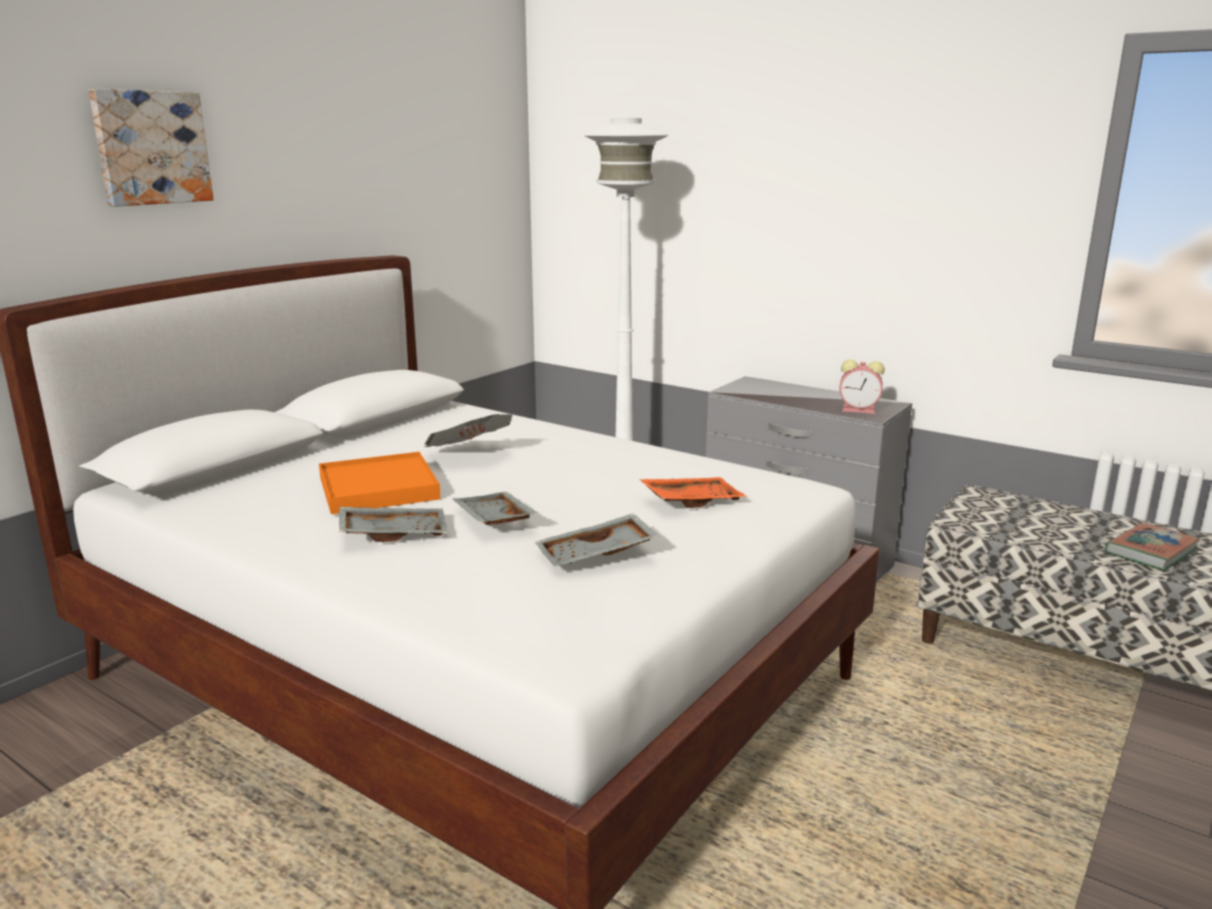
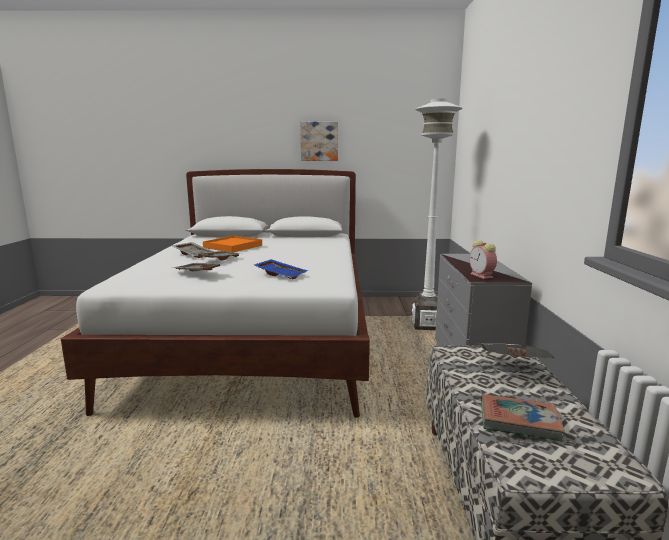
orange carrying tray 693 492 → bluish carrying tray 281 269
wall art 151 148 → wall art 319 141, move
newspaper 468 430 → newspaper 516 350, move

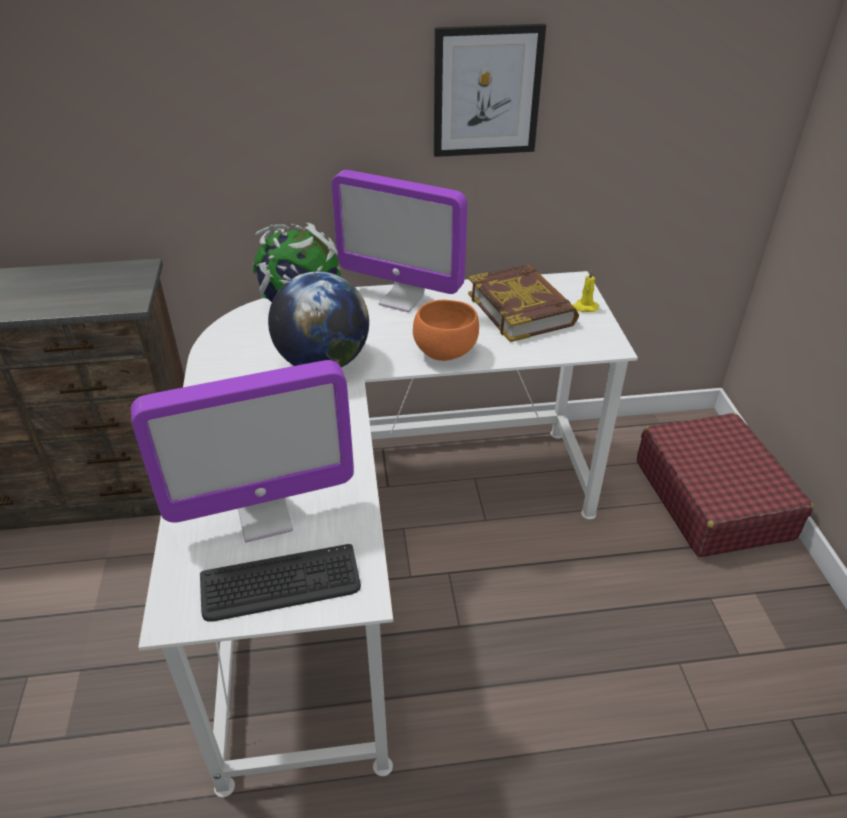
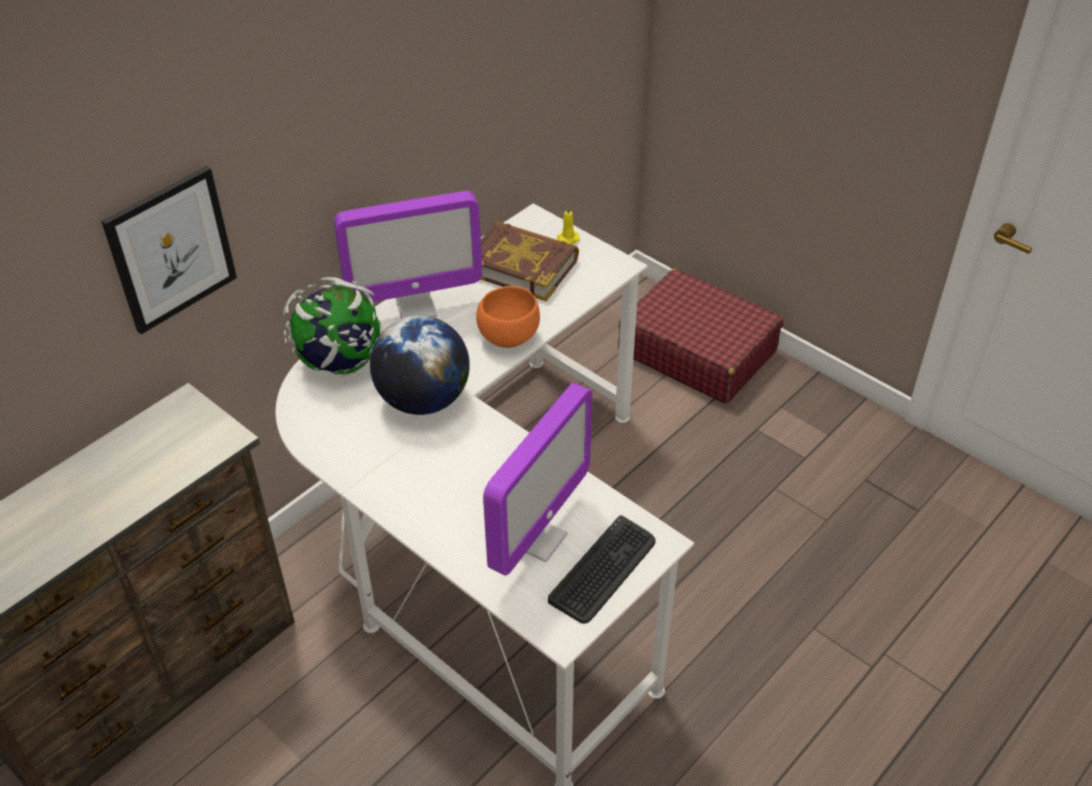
wall art 490 90 → wall art 169 250, move

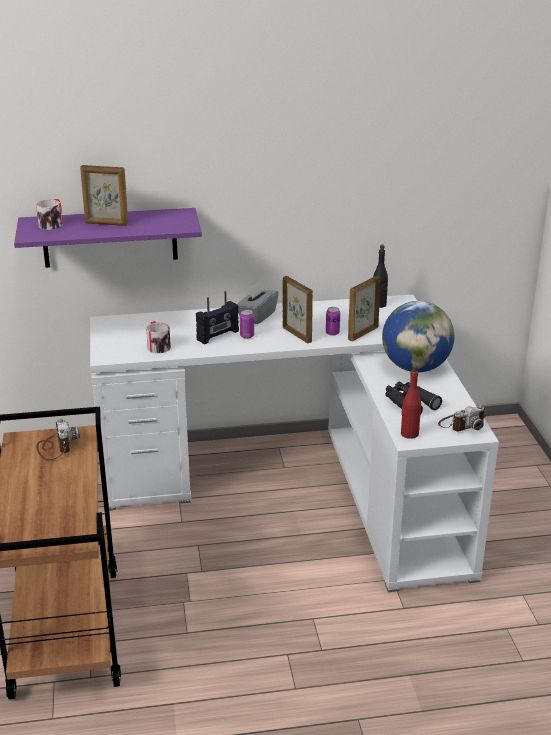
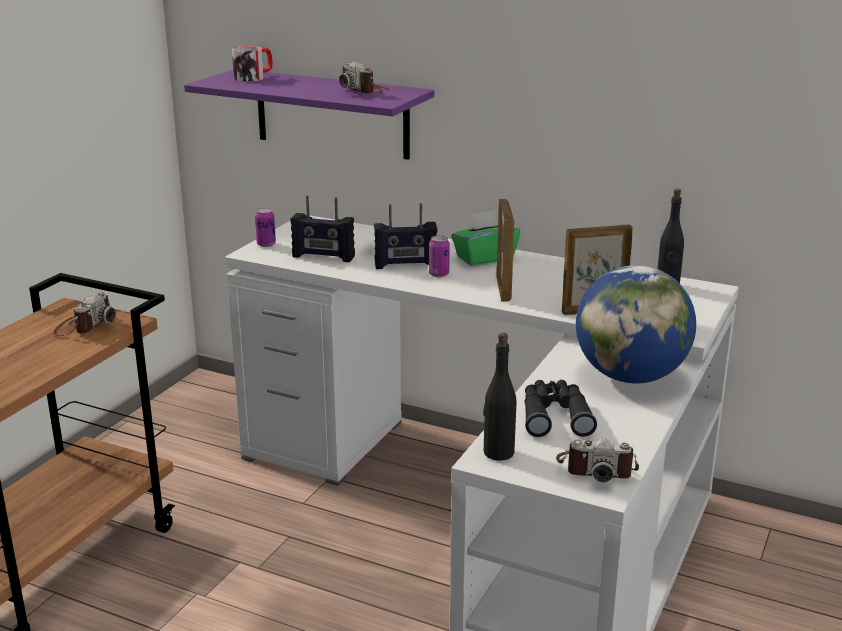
metal can 333 321 → metal can 265 227, move
tea mug 158 337 → radio set 322 228
- → photo camera 364 77
greyish box of tissues 258 303 → greenish box of tissues 485 238
red-coloured drink bottle 411 402 → black drink bottle 500 397
picture frame 104 195 → -

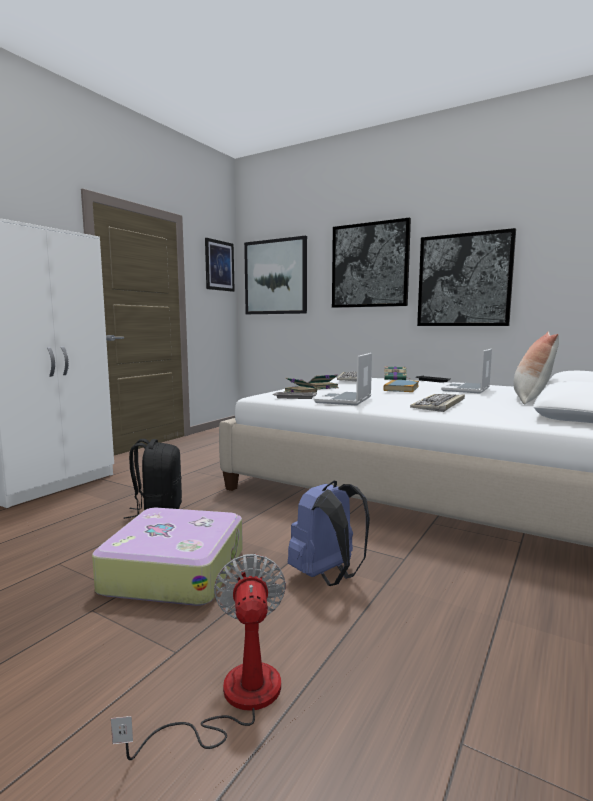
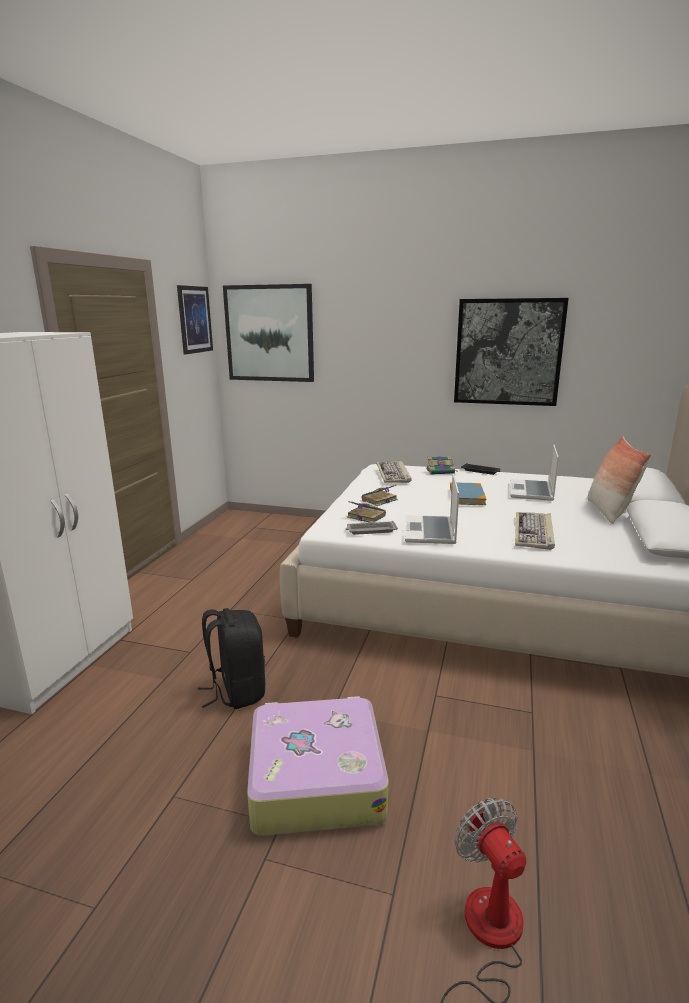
bluish knapsack 329 533 → -
wall art 371 263 → -

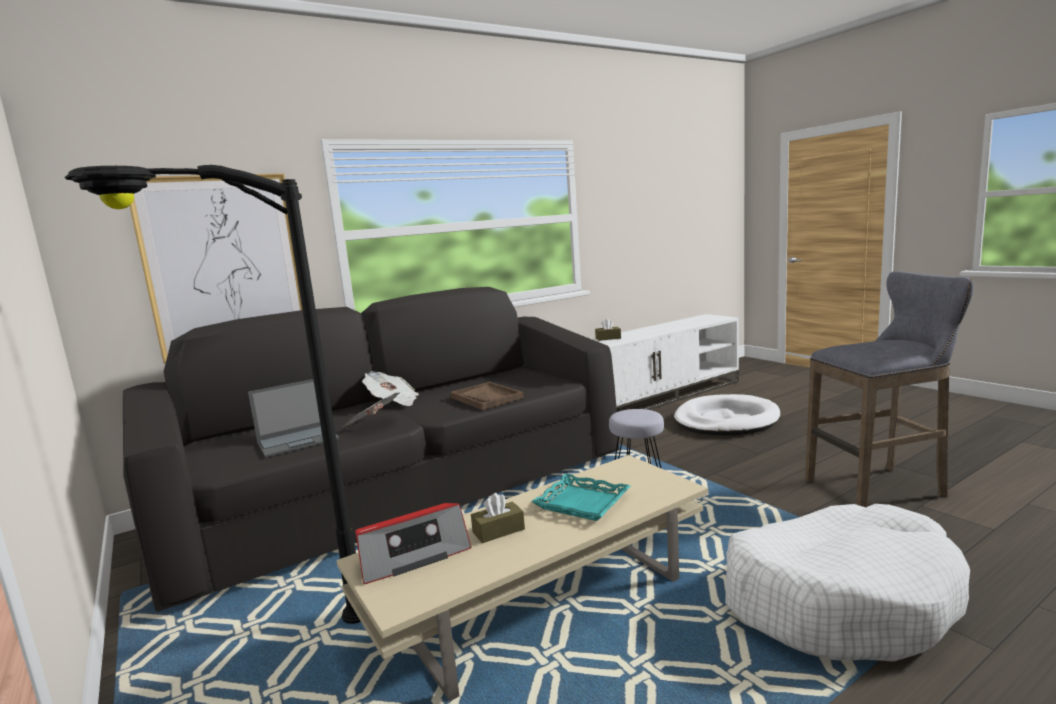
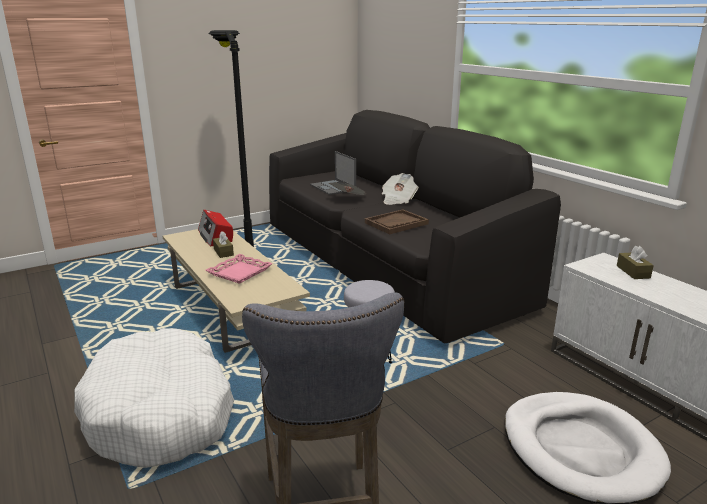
turquoise carrying tray 581 497 → pink-coloured carrying tray 239 269
wall art 216 268 → -

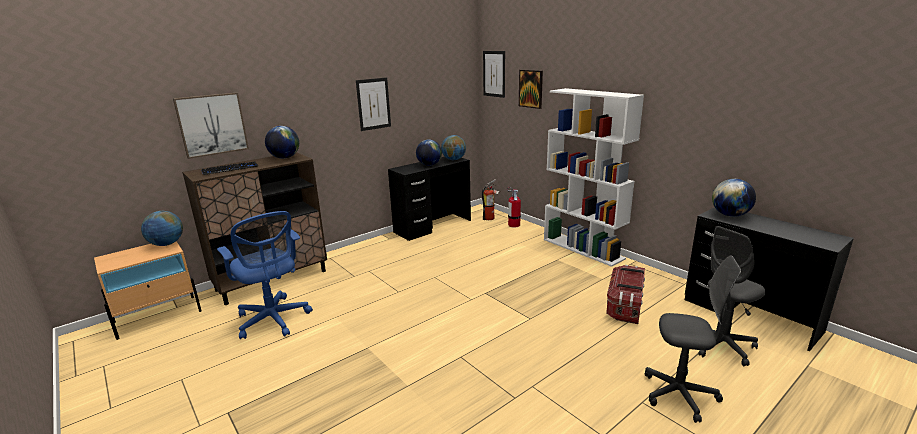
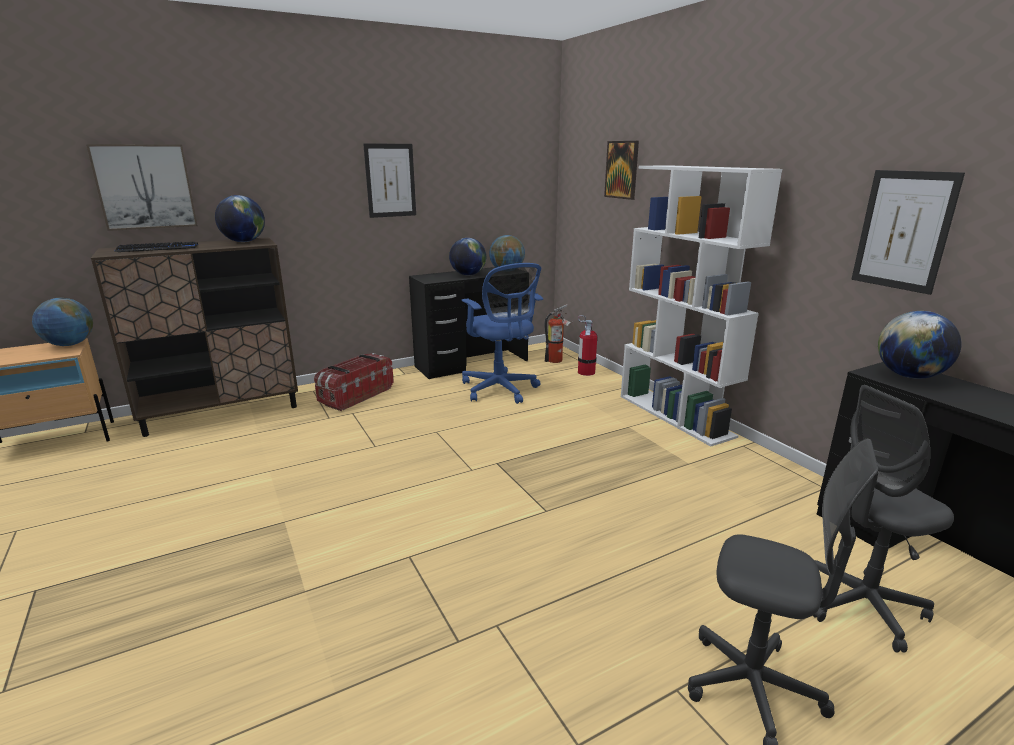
storage box 625 294 → storage box 354 382, move
bluish computer chair 265 275 → bluish computer chair 502 333, move
wall art 494 74 → wall art 908 232, move

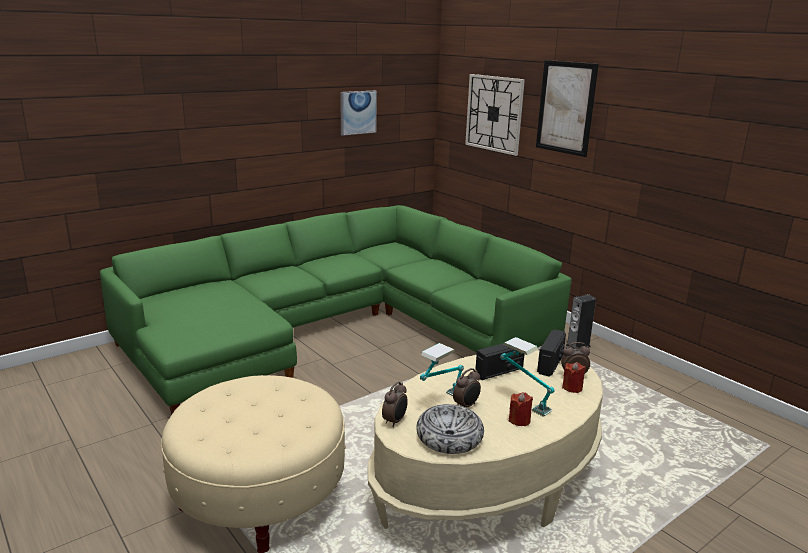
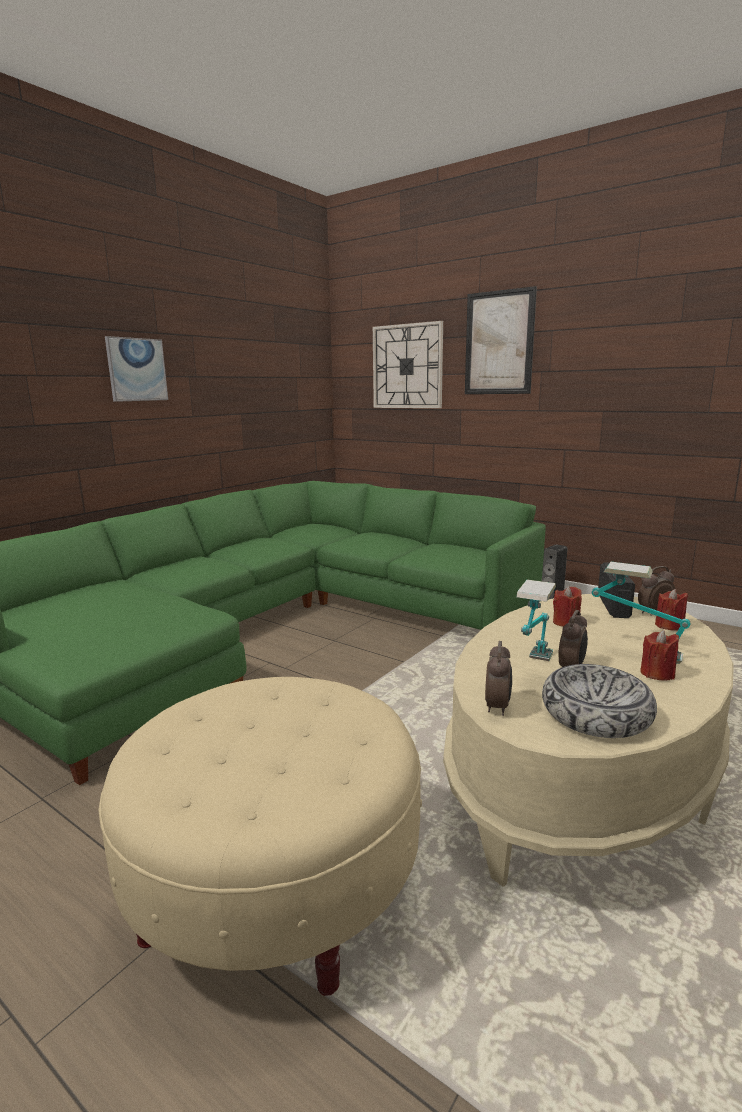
wall art 358 113 → wall art 136 369, move
radio set 499 361 → red-coloured wax light 567 606

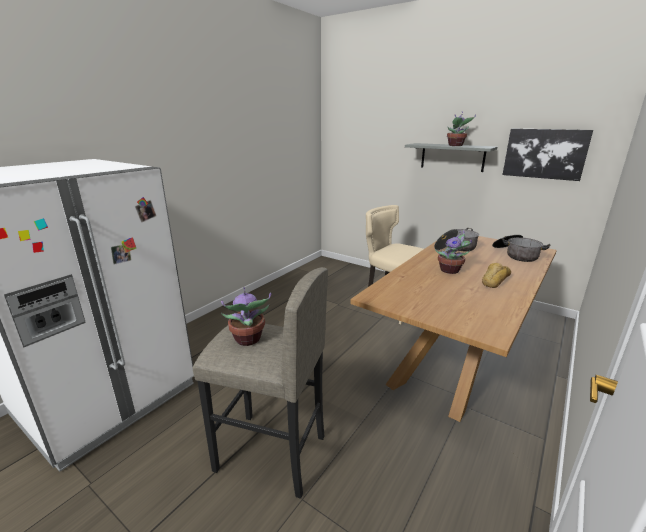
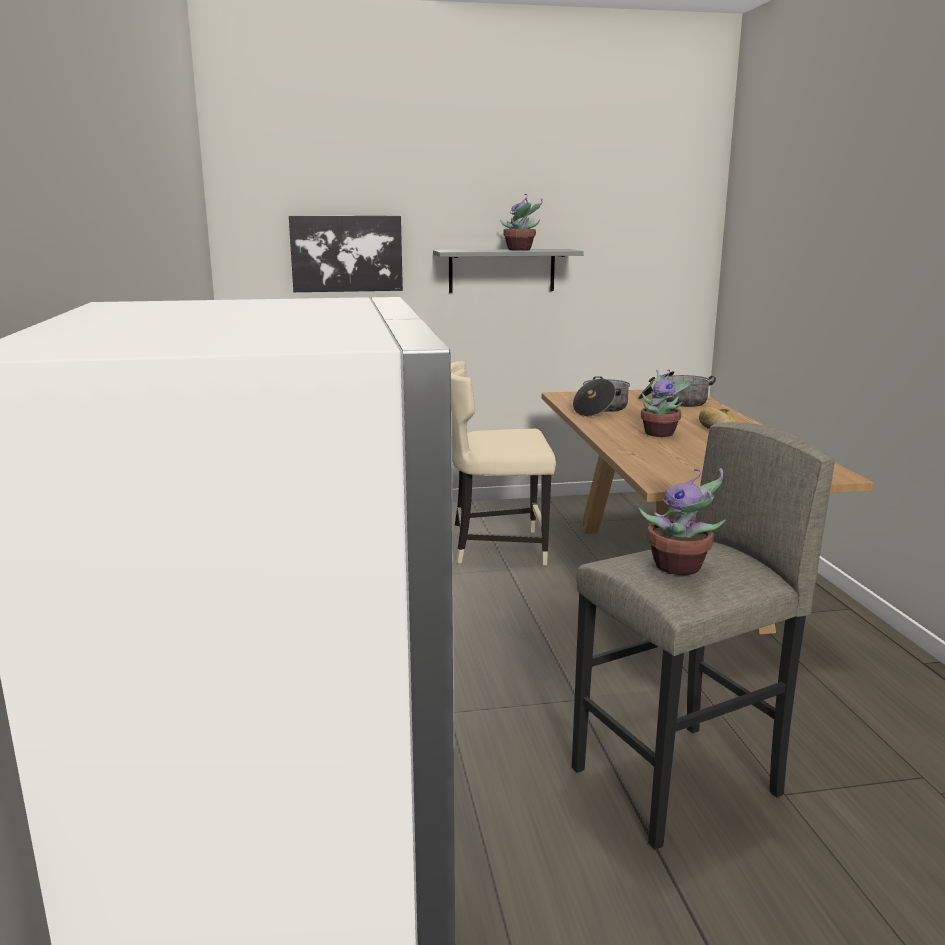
wall art 547 154 → wall art 346 254, move

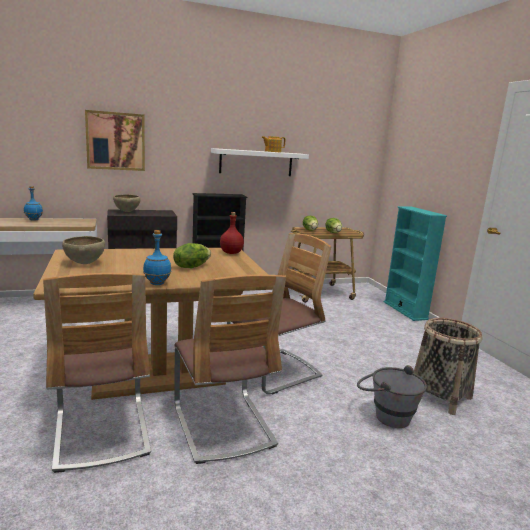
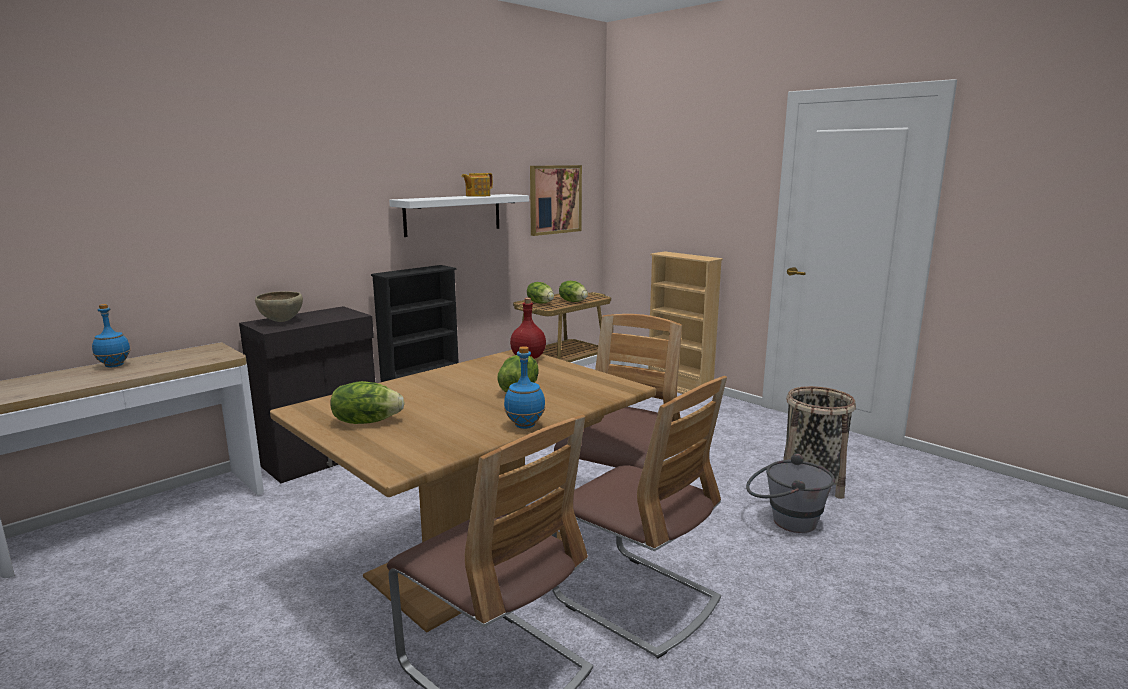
brown bowl 83 250 → lettuce 367 402
wall art 115 140 → wall art 556 200, move
turquoise bookcase 415 263 → beige bookcase 685 322

